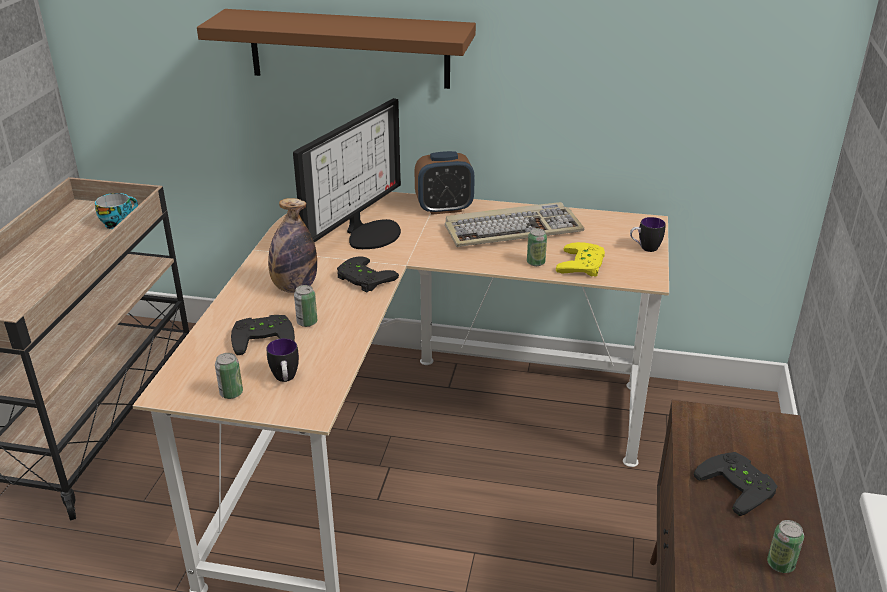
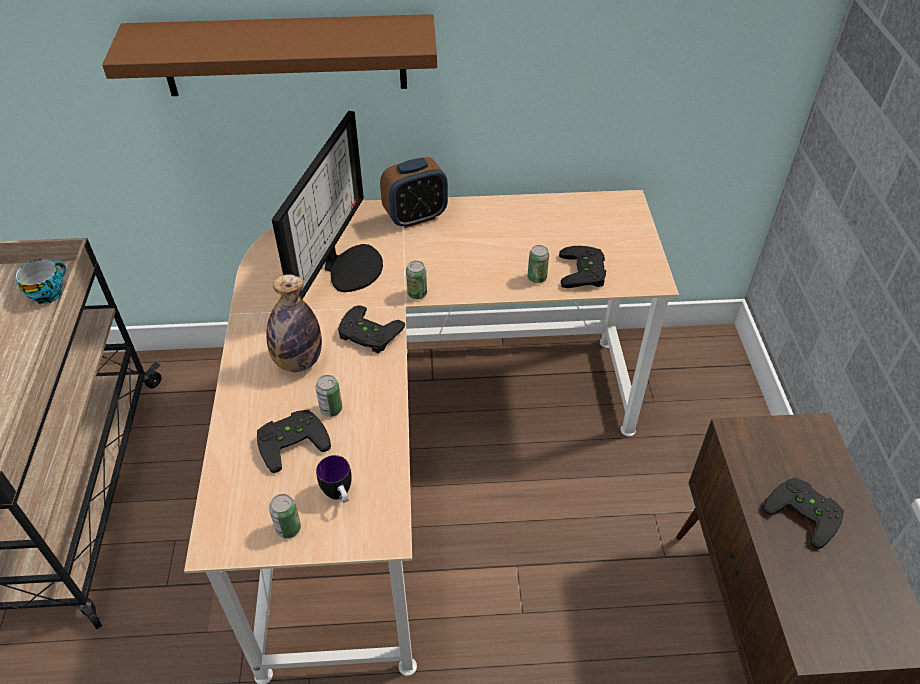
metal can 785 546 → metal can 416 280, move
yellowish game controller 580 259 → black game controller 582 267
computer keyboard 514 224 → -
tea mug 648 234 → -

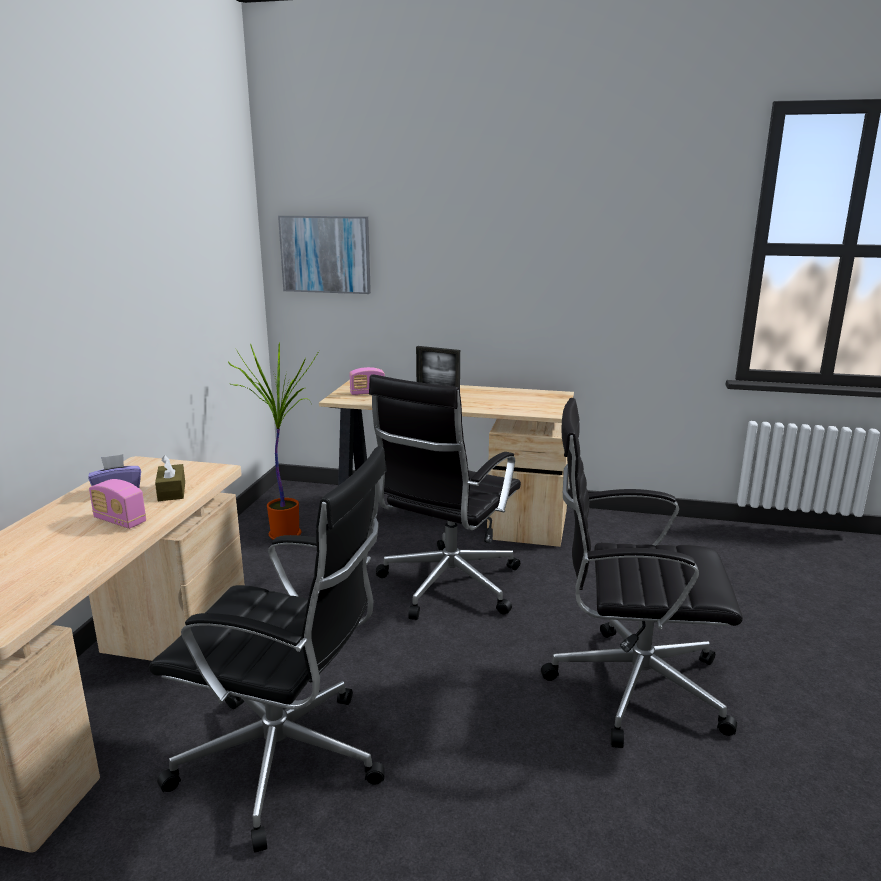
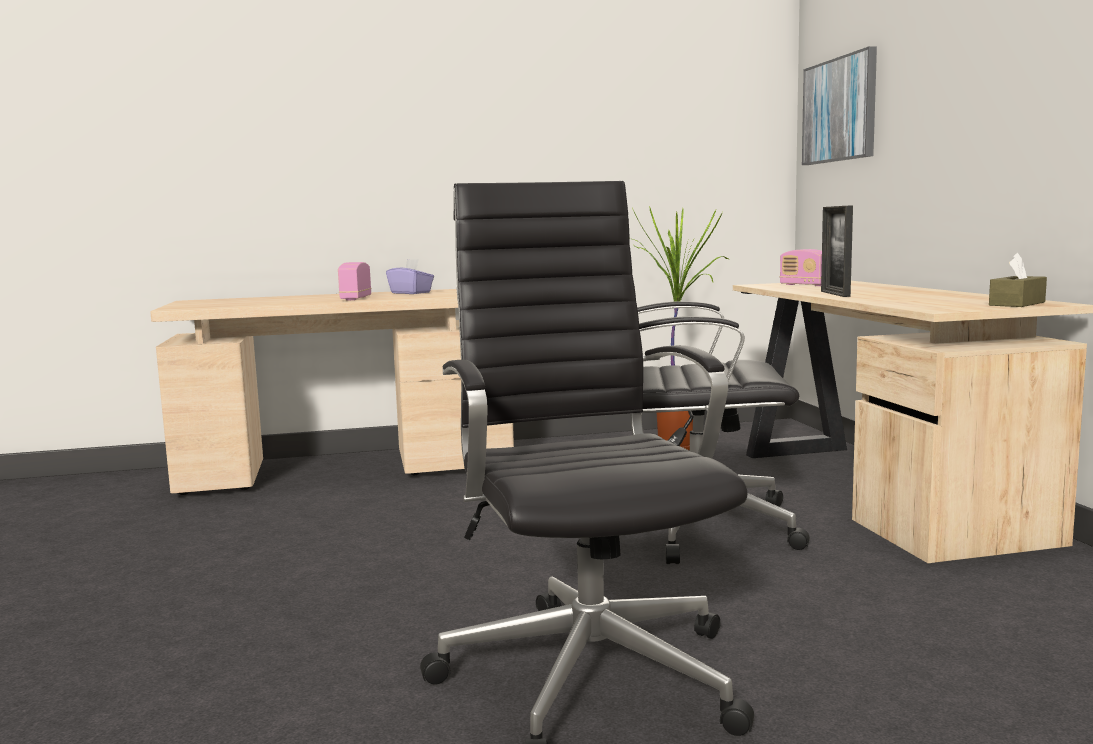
brown box of tissues 170 478 → brown box of tissues 1018 280, move
black computer chair 268 649 → -

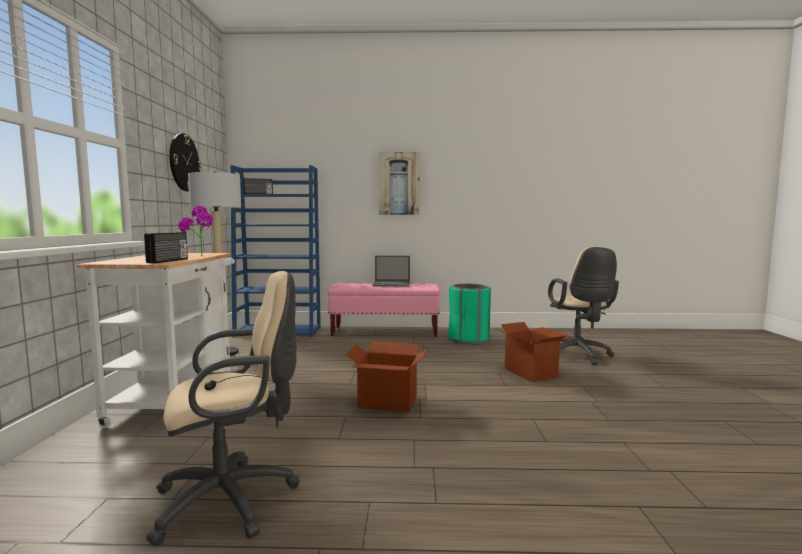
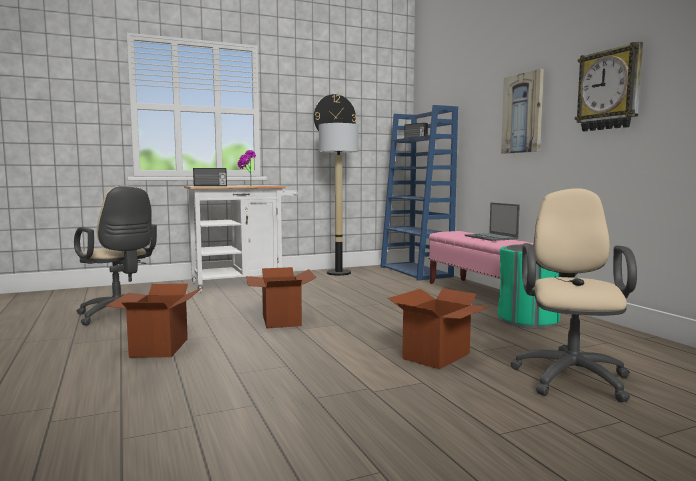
- → packing box 154 321
beige computer chair 583 305 → beige computer chair 573 295, 135 degrees clockwise
- → wall clock 609 86

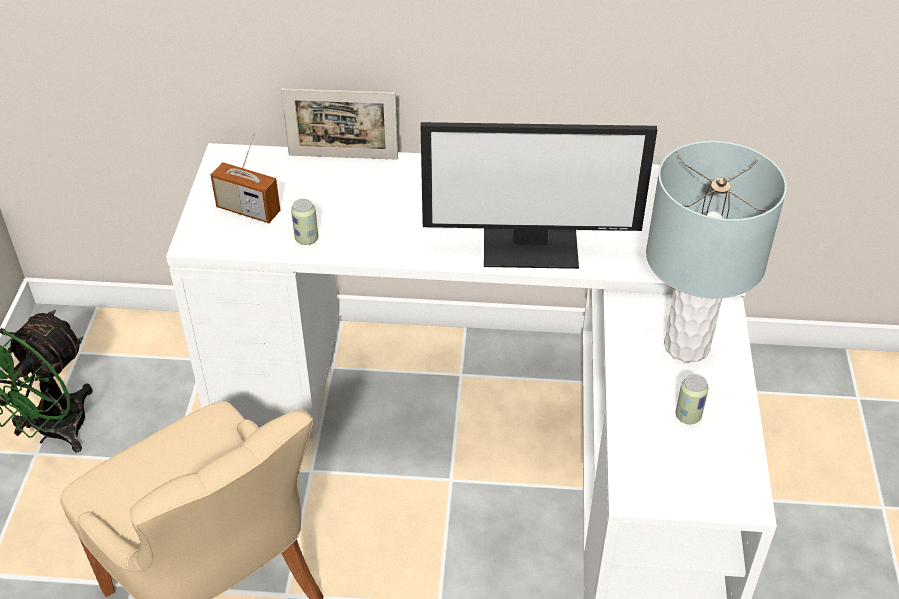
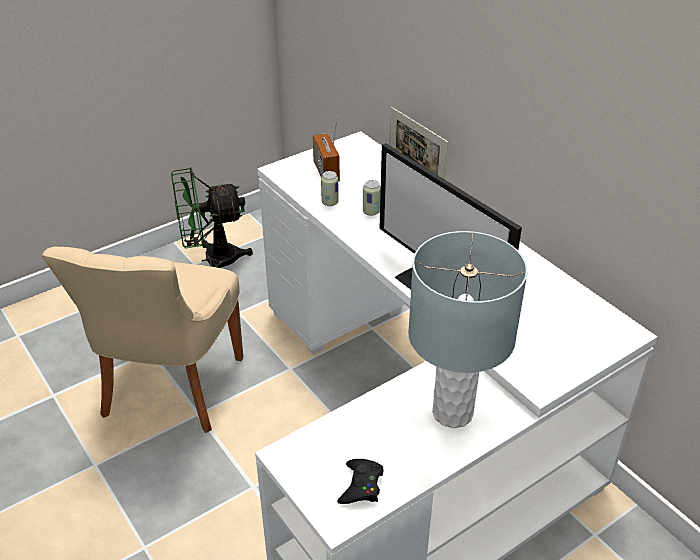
- → black game controller 360 481
metal can 692 399 → metal can 372 198, move

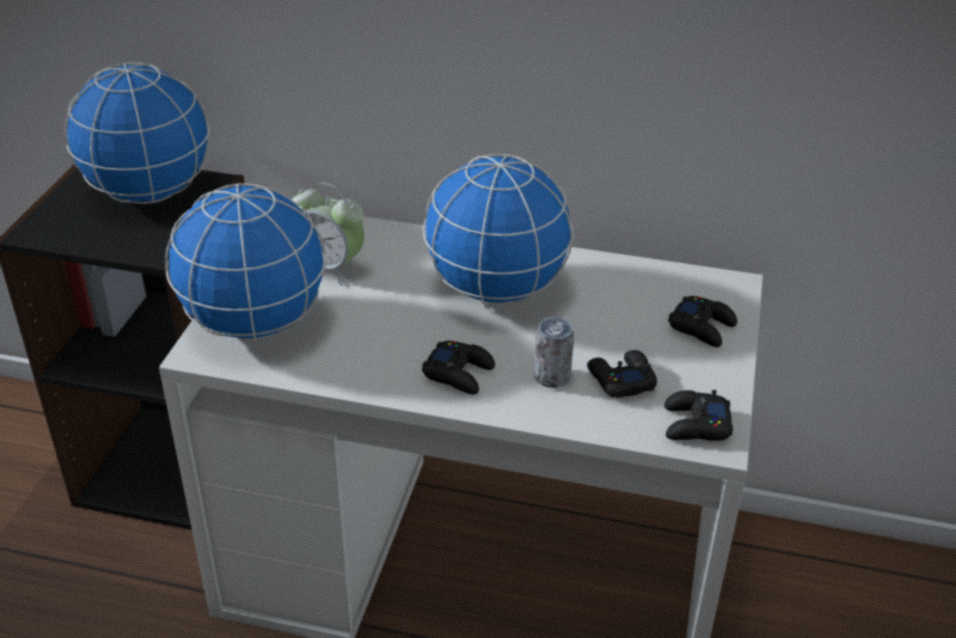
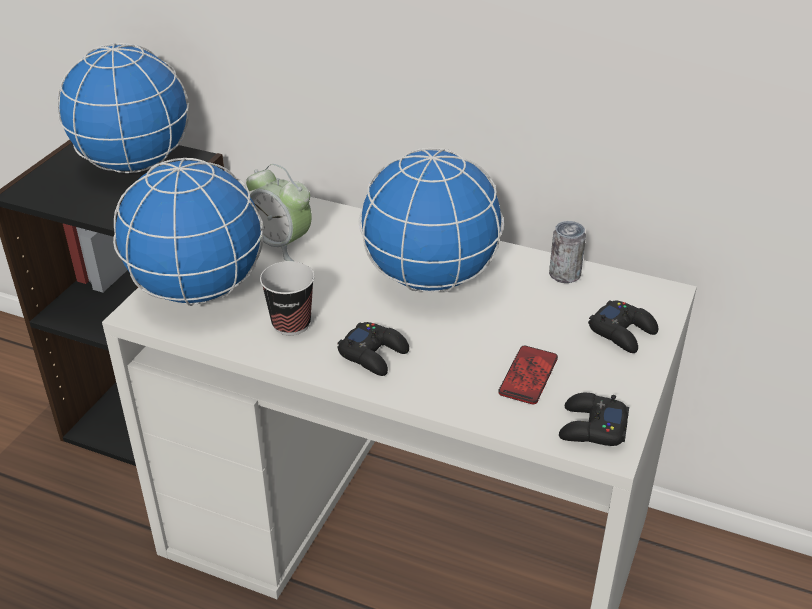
- → small cup 287 298
black game controller 622 374 → phone 528 375
metal can 554 352 → metal can 567 252, move

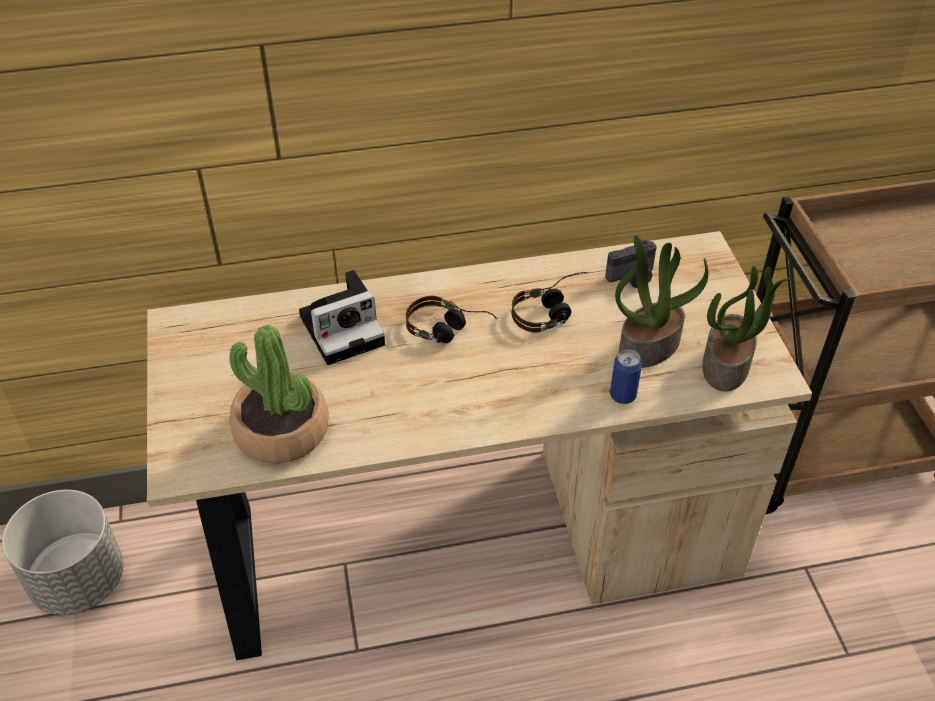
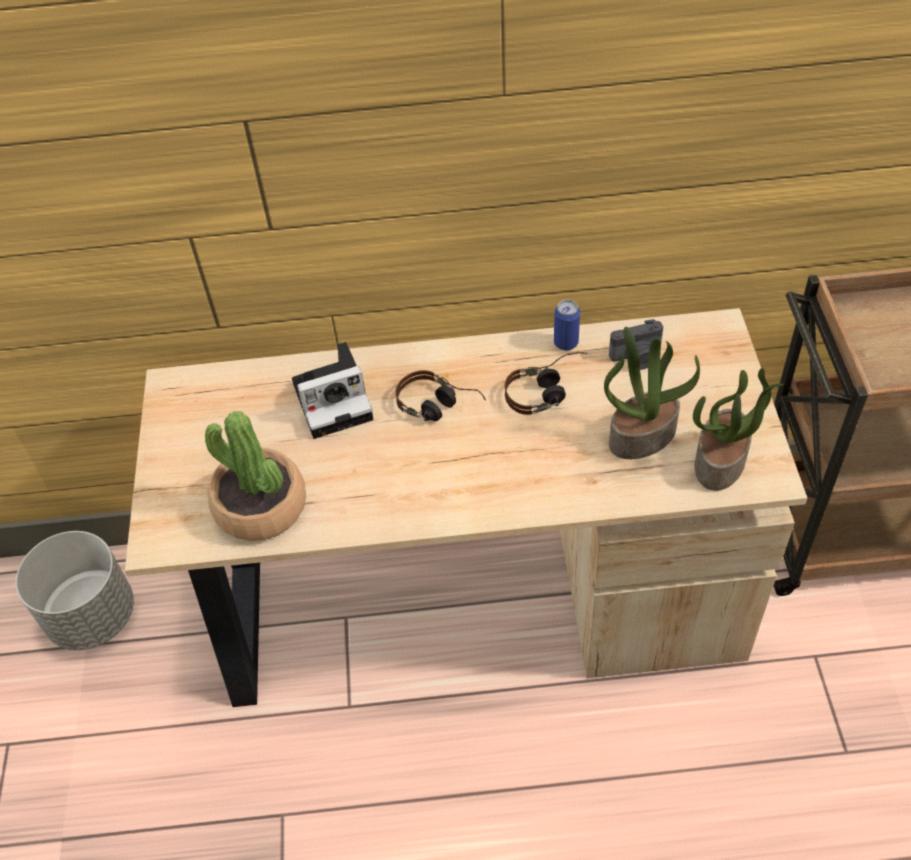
metal can 626 377 → metal can 567 325, move

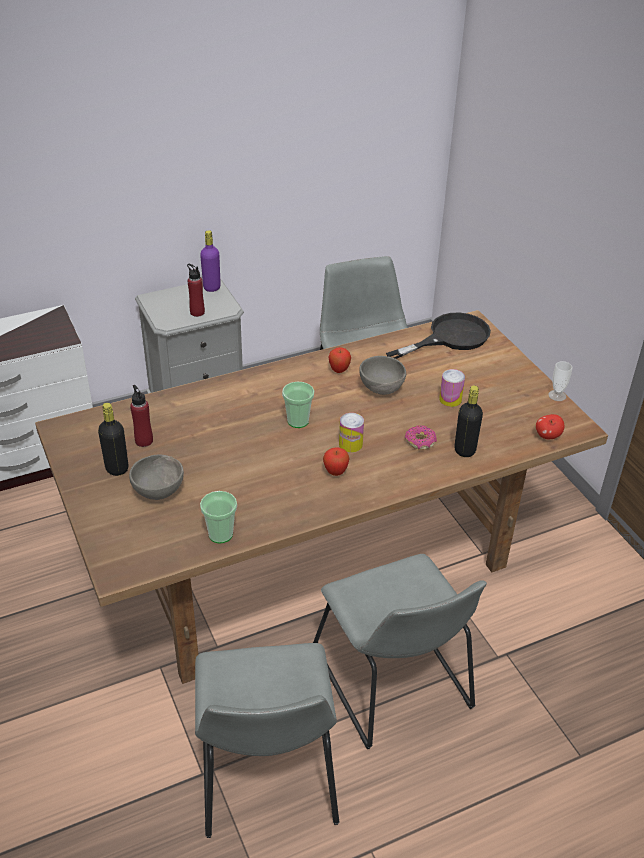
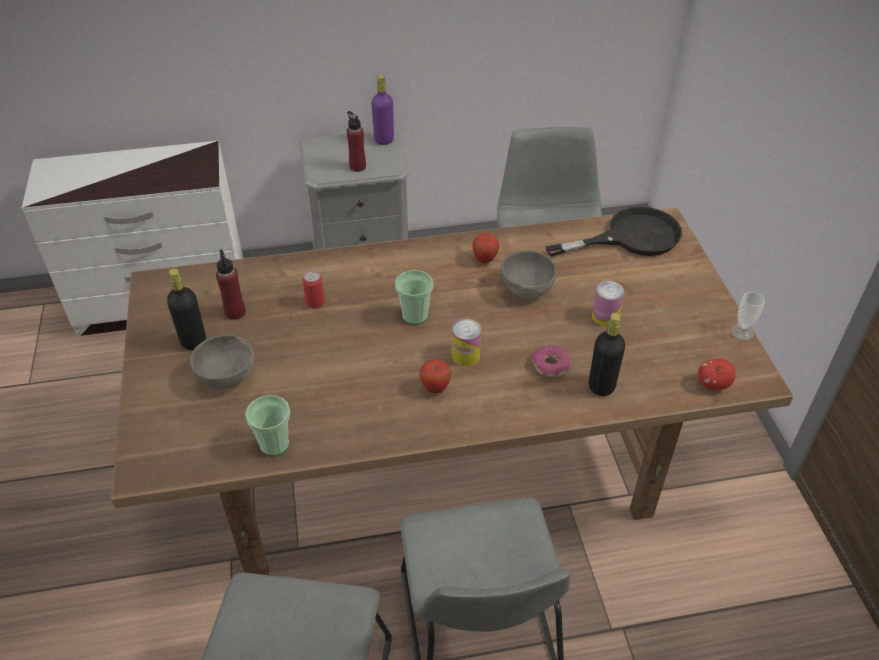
- → metal can 314 289

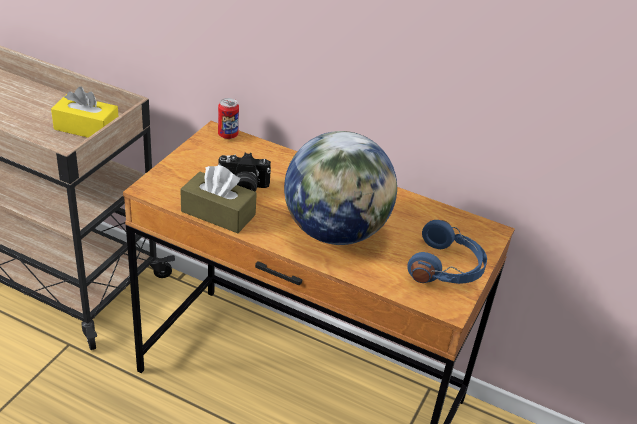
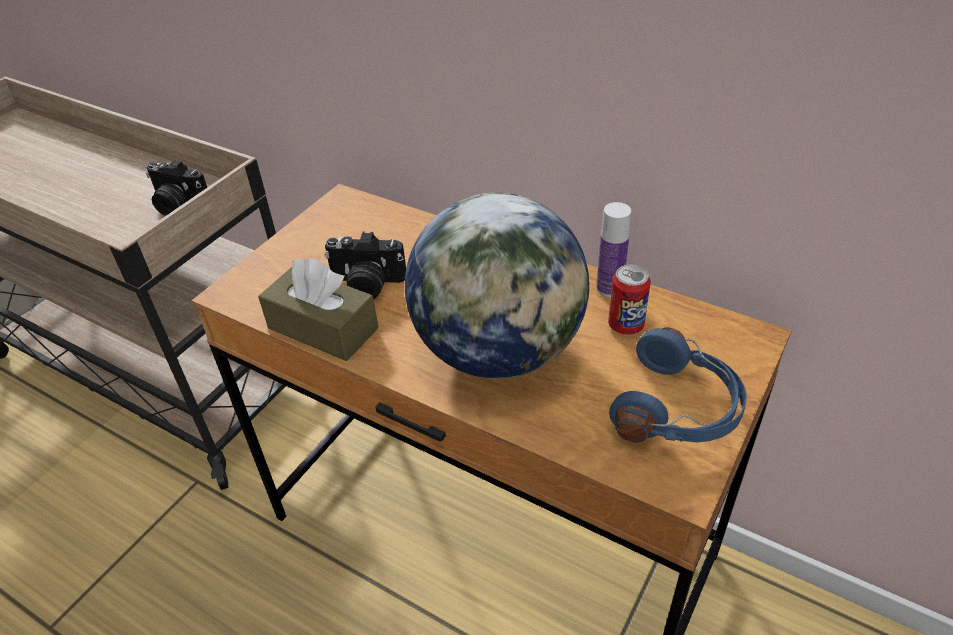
yellowish box of tissues 85 112 → photo camera 176 188
- → drink bottle 613 249
metal can 228 118 → metal can 629 300, move

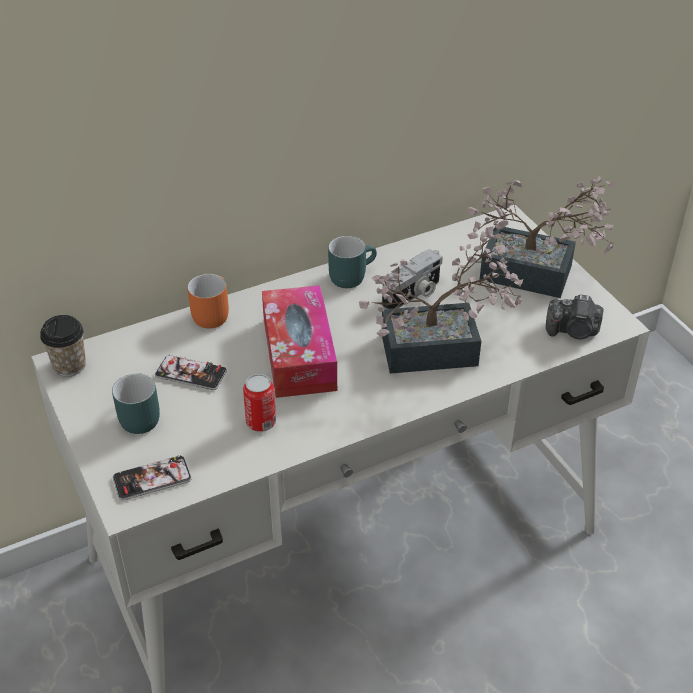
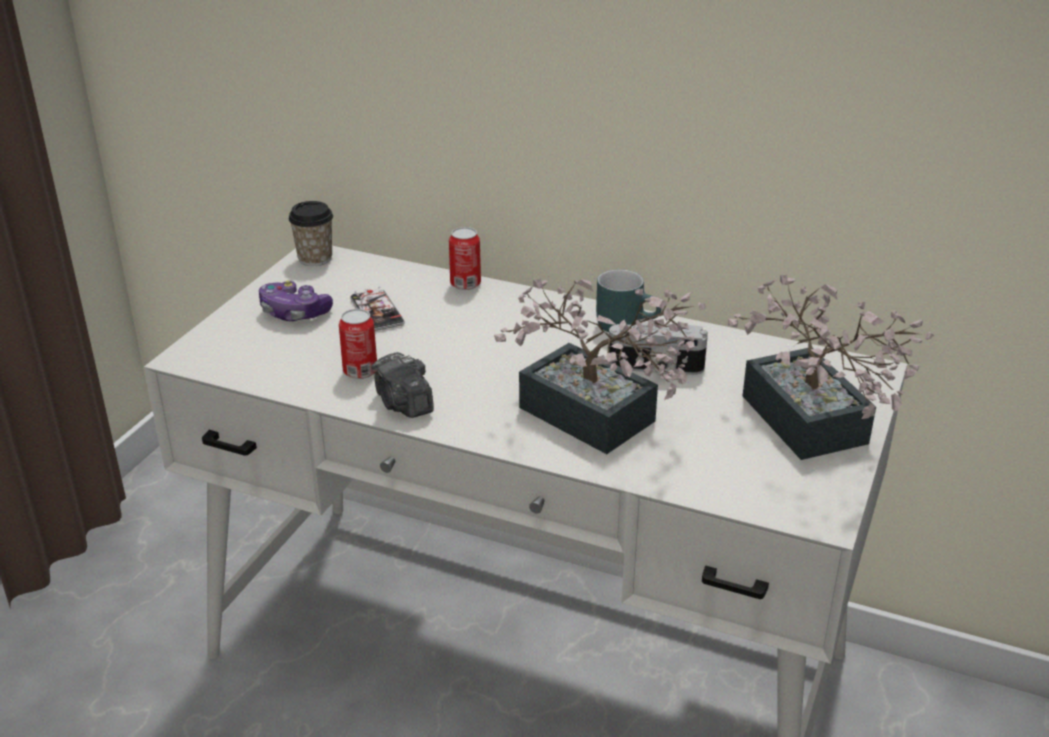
turquoise tea mug 136 403 → game controller 296 300
photo camera 575 316 → photo camera 402 385, move
orange tea mug 208 301 → metal can 465 258
phone 152 478 → -
box of tissues 299 341 → -

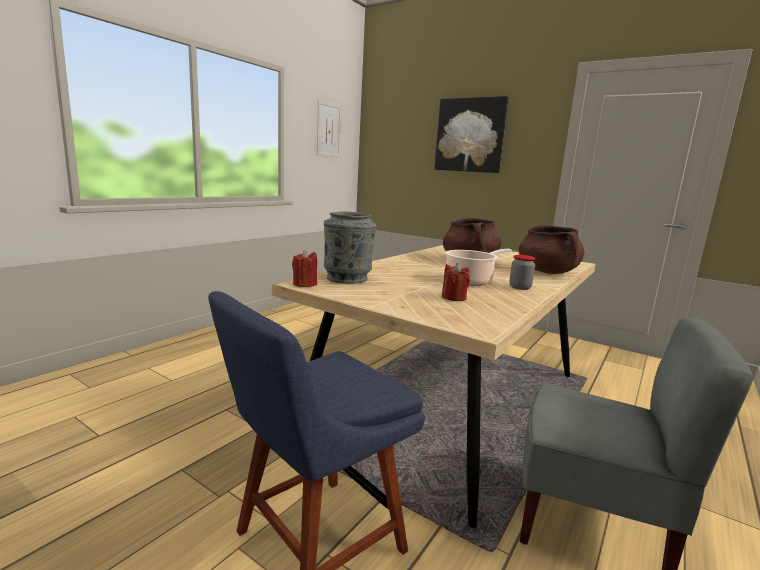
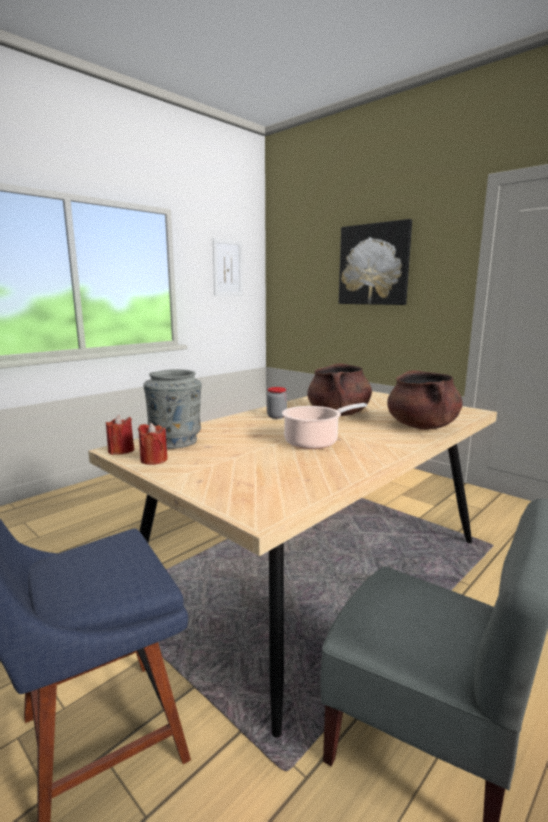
red-coloured wax light 456 282 → red-coloured wax light 153 444, move
preserve jar 522 272 → preserve jar 277 403, move

